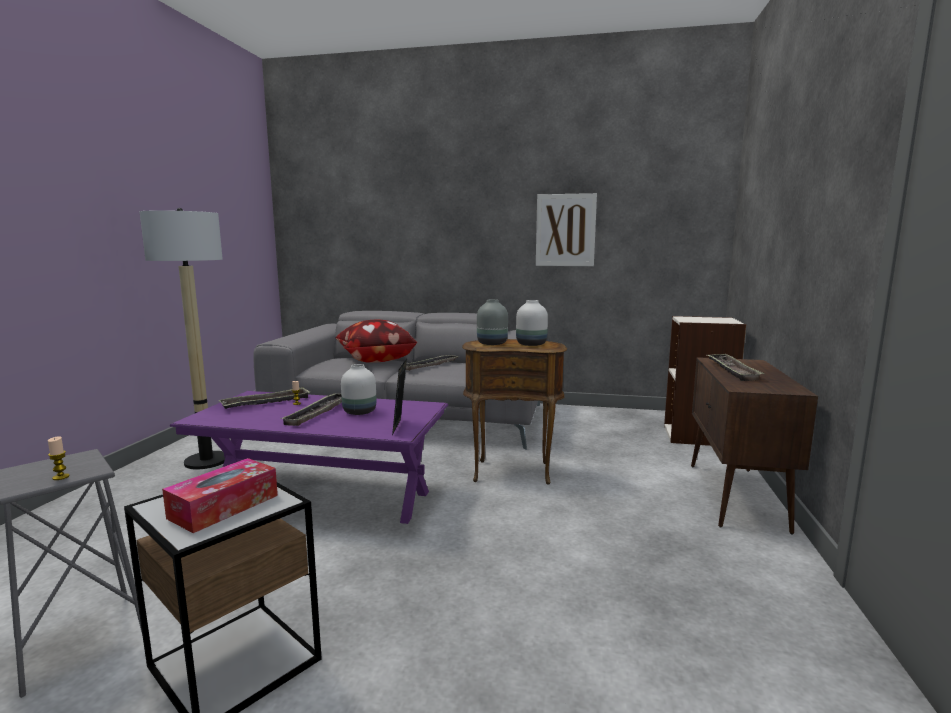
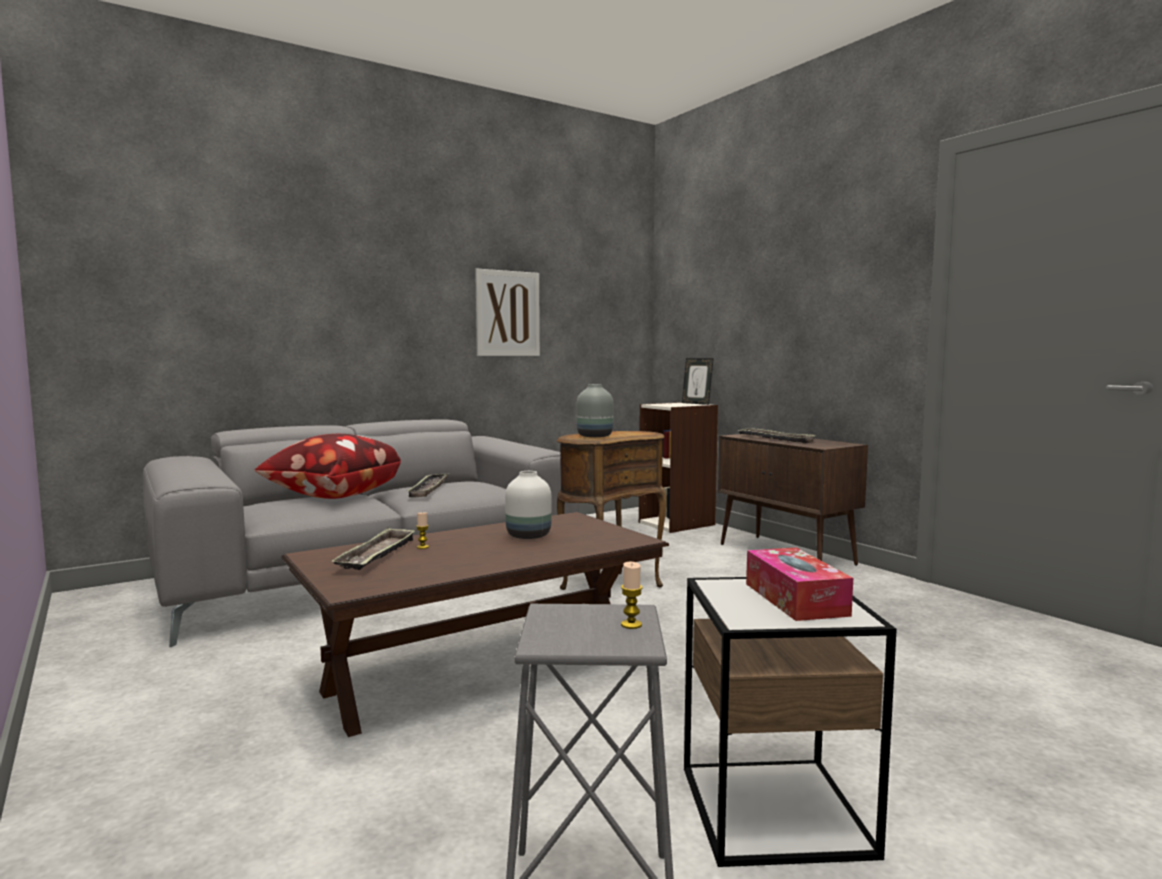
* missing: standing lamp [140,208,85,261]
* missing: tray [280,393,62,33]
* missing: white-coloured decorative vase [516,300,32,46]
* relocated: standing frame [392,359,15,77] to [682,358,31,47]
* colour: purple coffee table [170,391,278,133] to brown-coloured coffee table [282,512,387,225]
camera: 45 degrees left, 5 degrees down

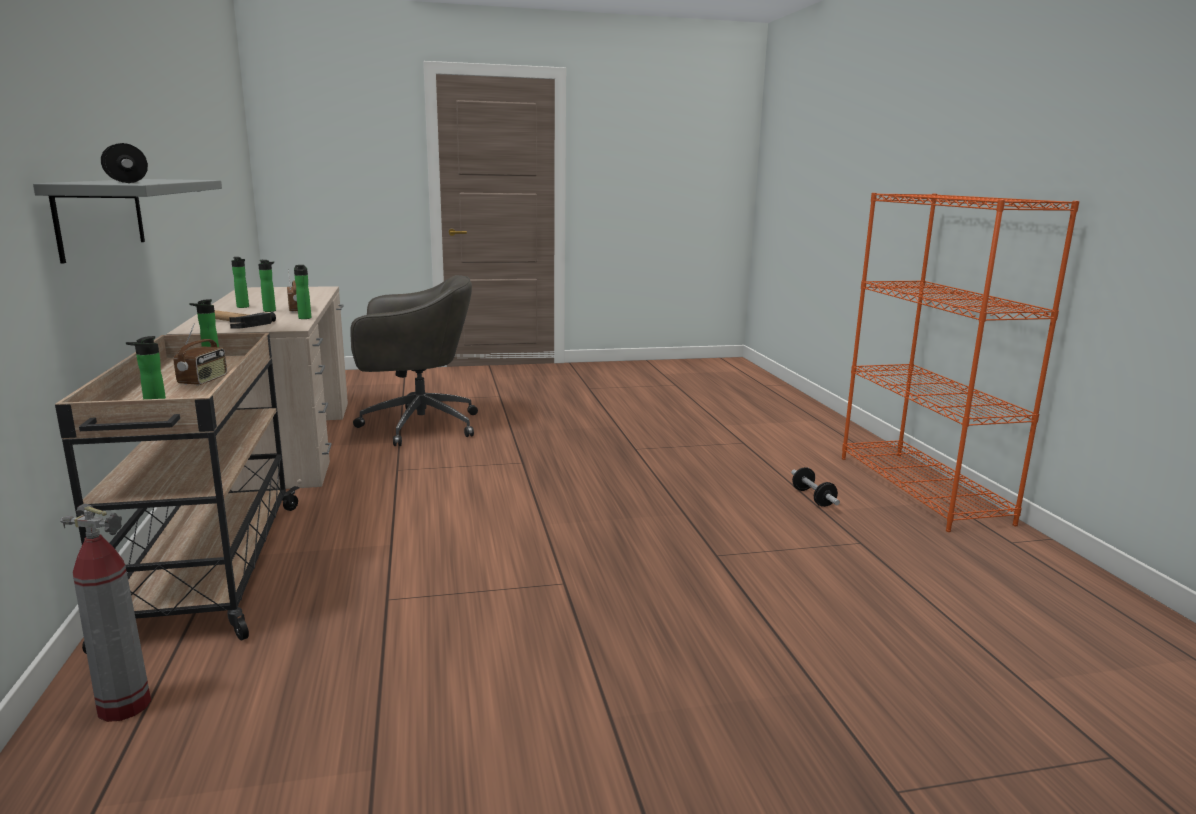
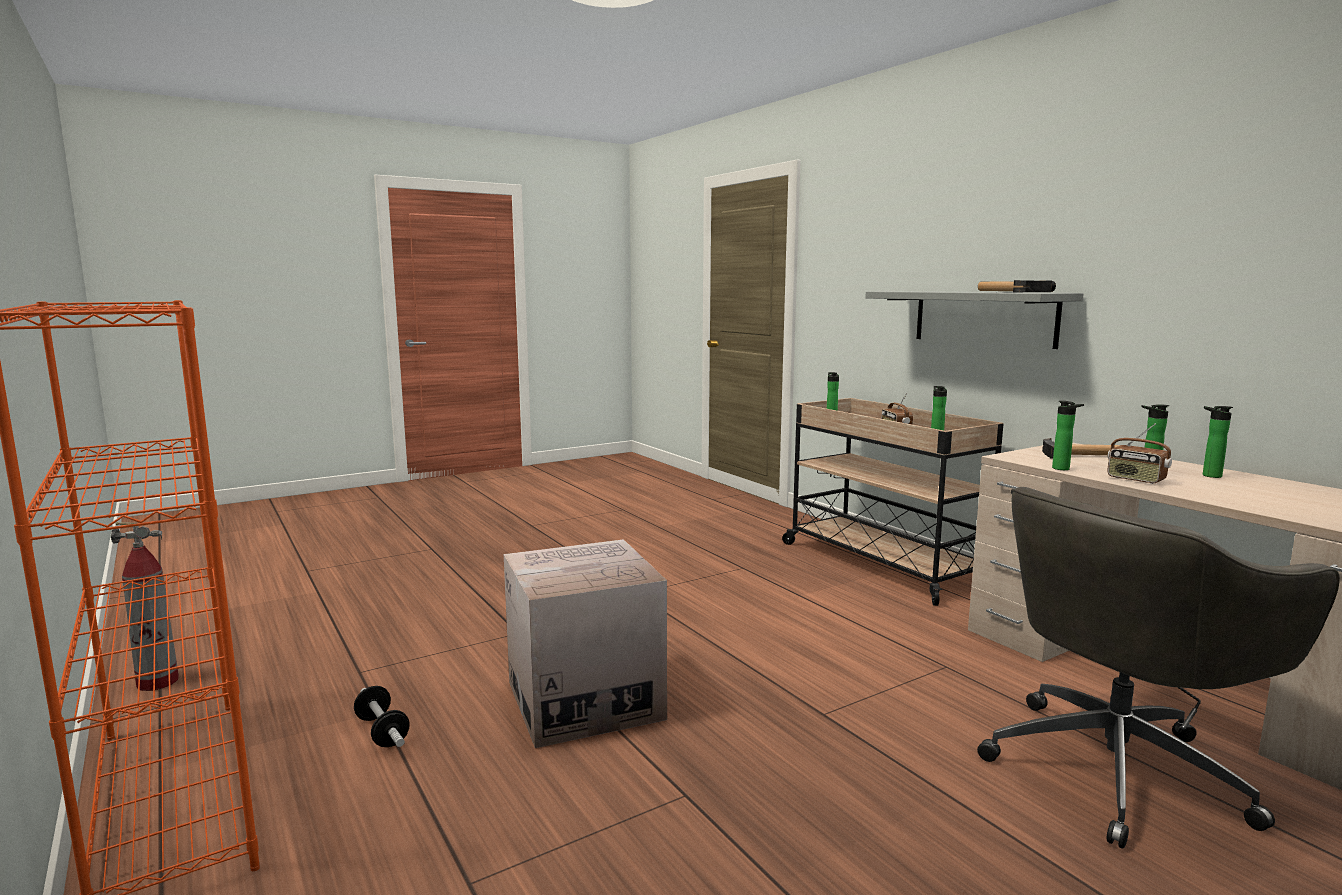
* missing: free weight [101,143,47,40]
* appeared: carton [504,539,163,209]
* appeared: hammer [978,280,78,13]
* relocated: extinguisher [60,503,91,219] to [111,522,68,169]
camera: 160 degrees right, 5 degrees down

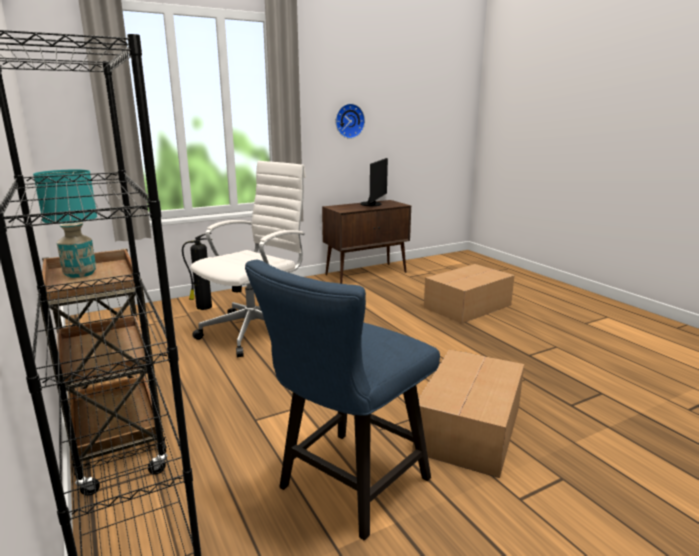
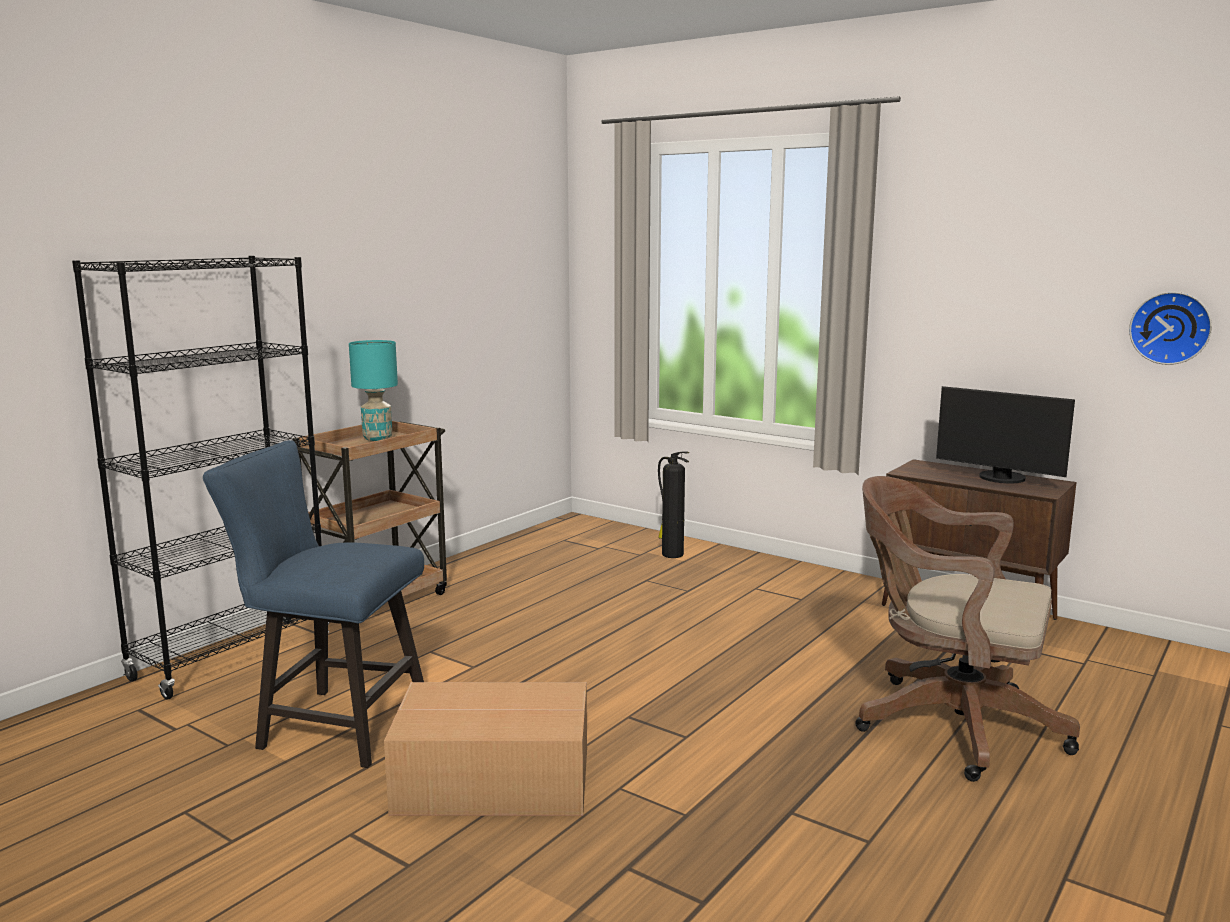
* missing: white-coloured desk chair [190,161,116,196]
* relocated: hanging clock [336,103,29,36] to [1129,292,83,73]
* exchanged: carton [424,264,91,59] to brown-coloured desk chair [855,476,225,306]
* spun: monitor [360,158,28,48] = [936,386,139,97] 45 degrees clockwise
camera: 65 degrees right, 5 degrees down

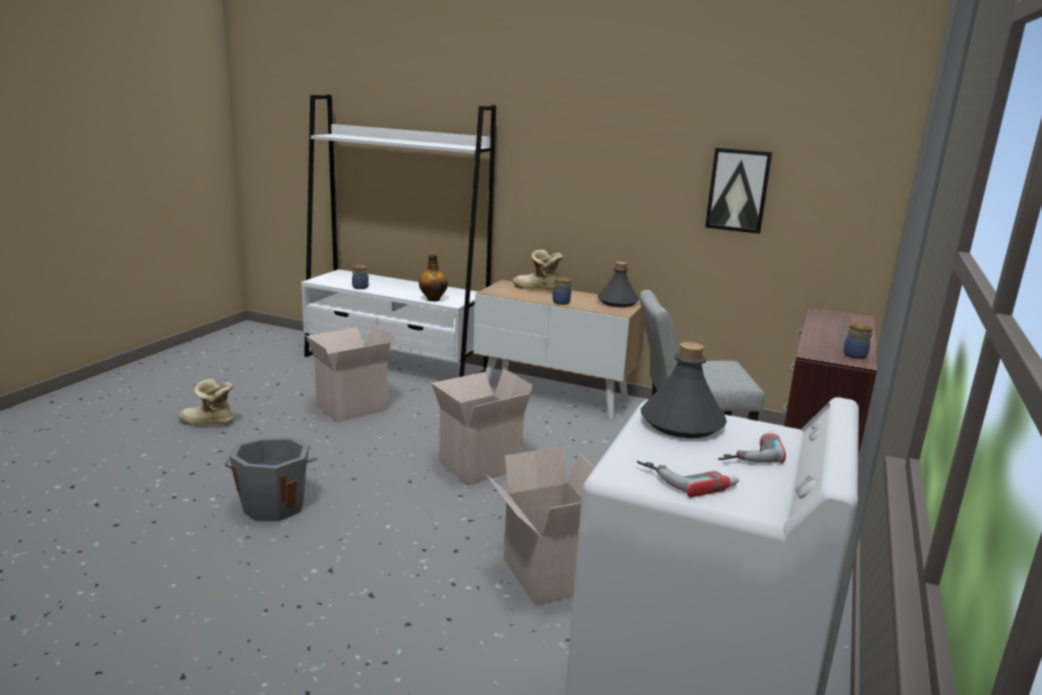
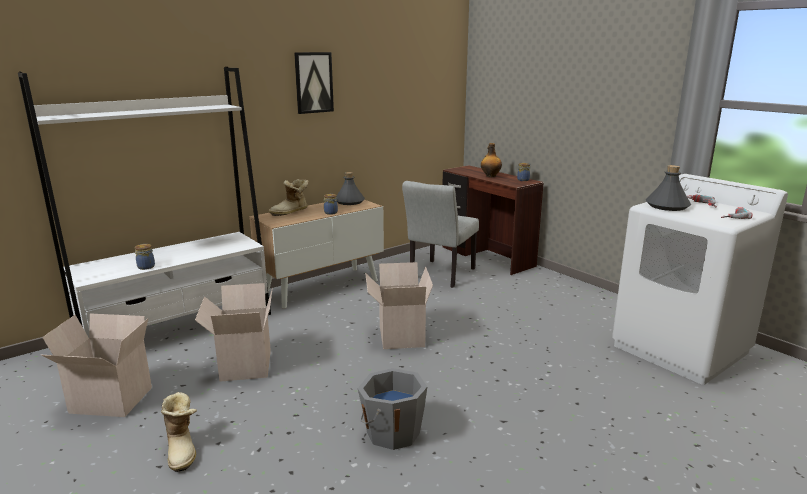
* relocated: drink bottle [419,253,29,48] to [481,143,21,35]
* relocated: carton [487,446,108,160] to [41,313,111,104]
* relocated: picture [705,148,67,86] to [294,52,40,62]
* spun: high-top boot [178,379,56,46] = [161,392,36,80] 60 degrees counterclockwise
camera: 60 degrees left, 0 degrees up

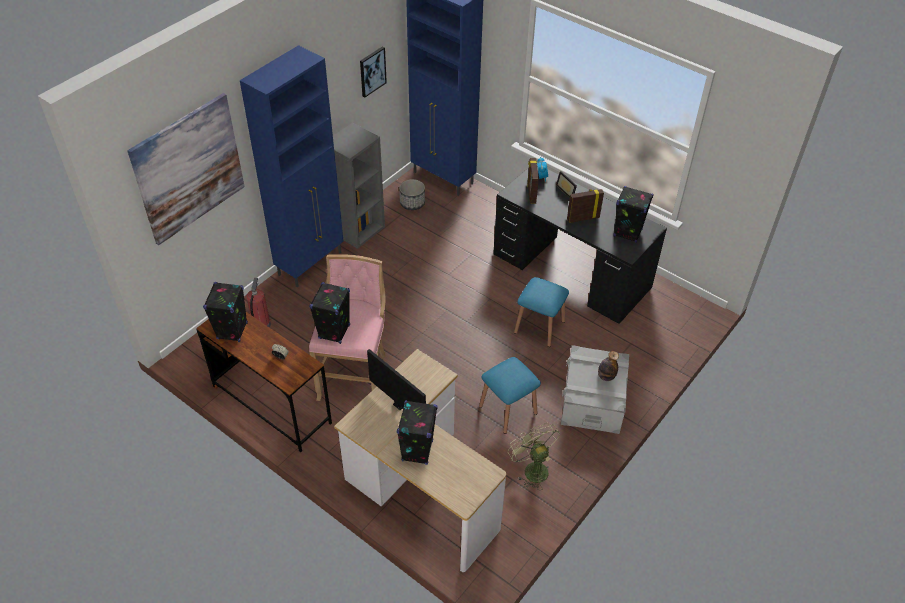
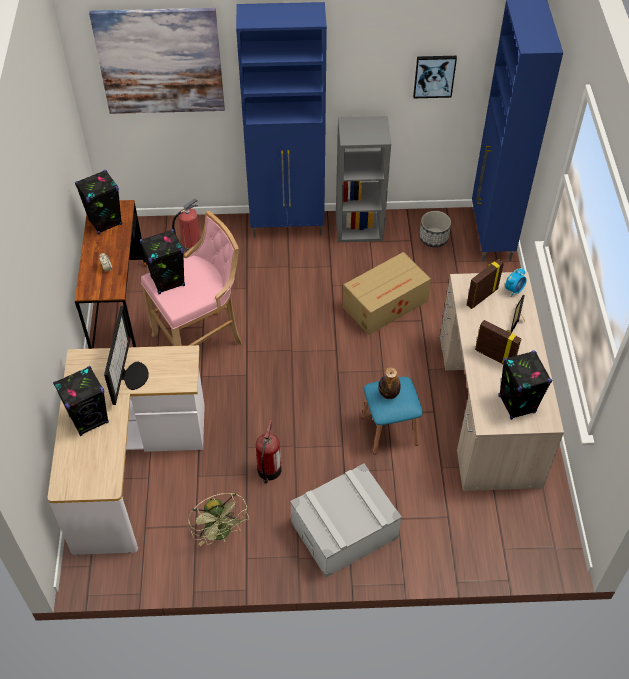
* appeared: carton [343,252,88,83]
* relocated: drink bottle [598,351,21,30] to [378,367,23,32]
* exchanged: bluish stool [479,357,62,77] to extinguisher [256,420,26,64]
* colour: black desk unit [493,166,174,158] to sand-coloured desk unit [440,272,124,219]
* spun: greenish cooling fan [508,423,52,67] = [188,493,61,53] 135 degrees clockwise
camera: 50 degrees right, 5 degrees up

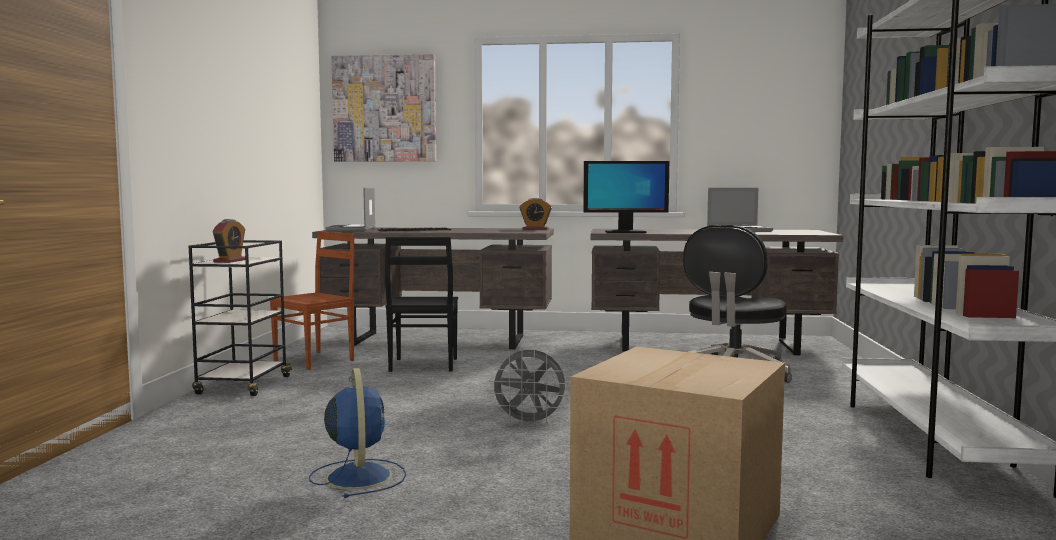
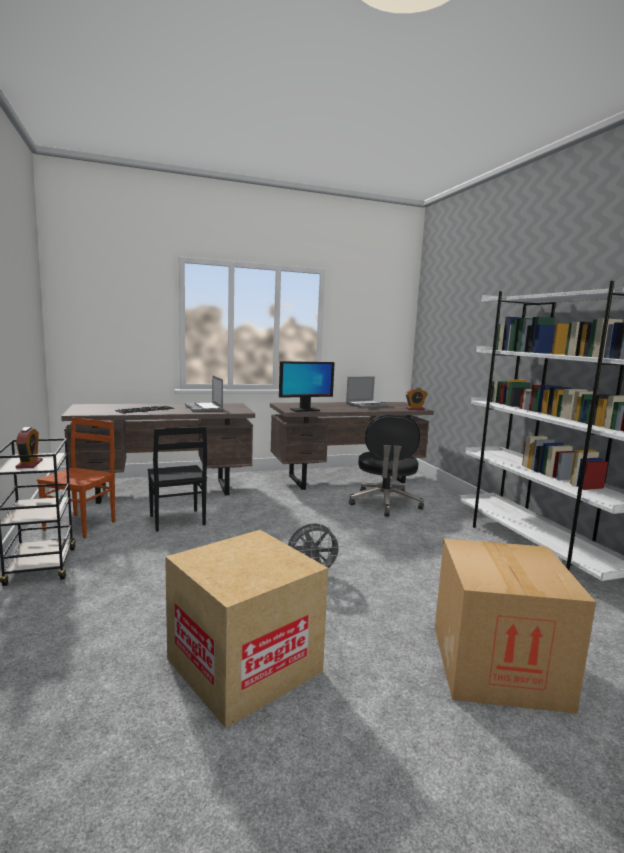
* missing: picture [331,54,105,108]
* relocated: notebook computer [325,188,50,43] to [185,375,38,37]
* relocated: table clock [520,198,32,32] to [406,387,21,23]
* exchanged: bluish cooling fan [309,368,97,130] to carton [165,530,163,198]
camera: 25 degrees left, 5 degrees up

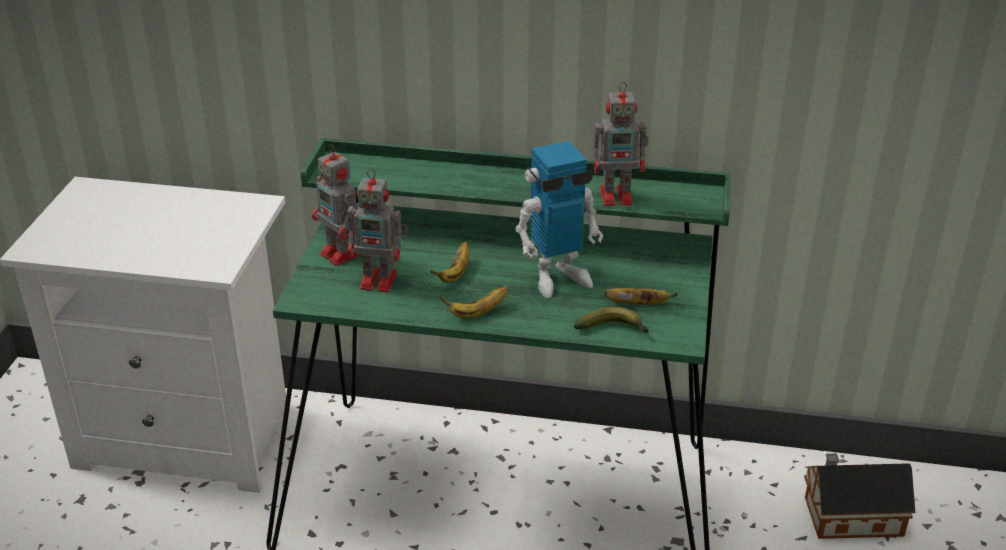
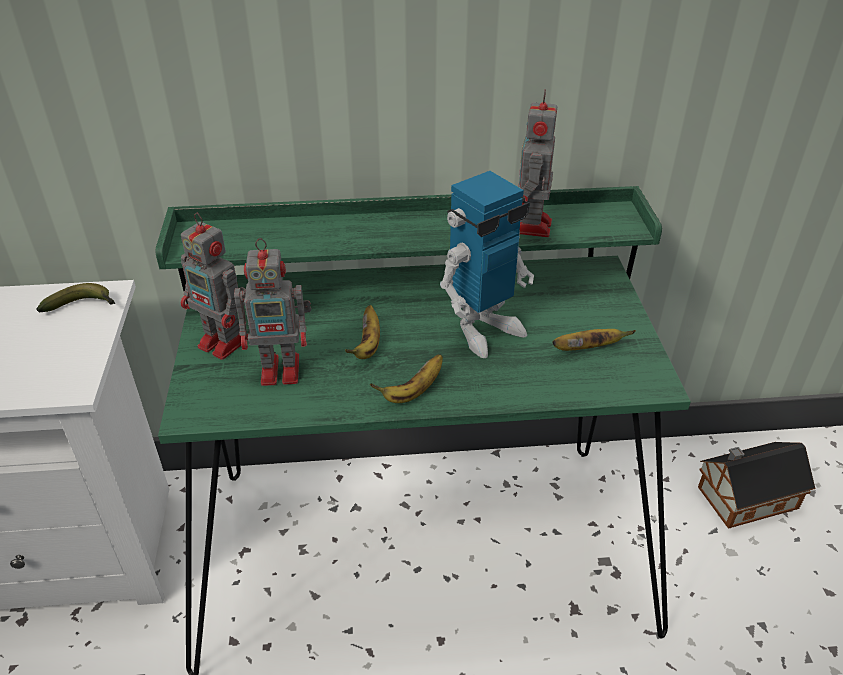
* relocated: whole banana [574,307,75,26] to [36,283,79,29]
* spun: model robot [593,81,55,125] = [518,89,39,148] 120 degrees clockwise
camera: 15 degrees left, 5 degrees up

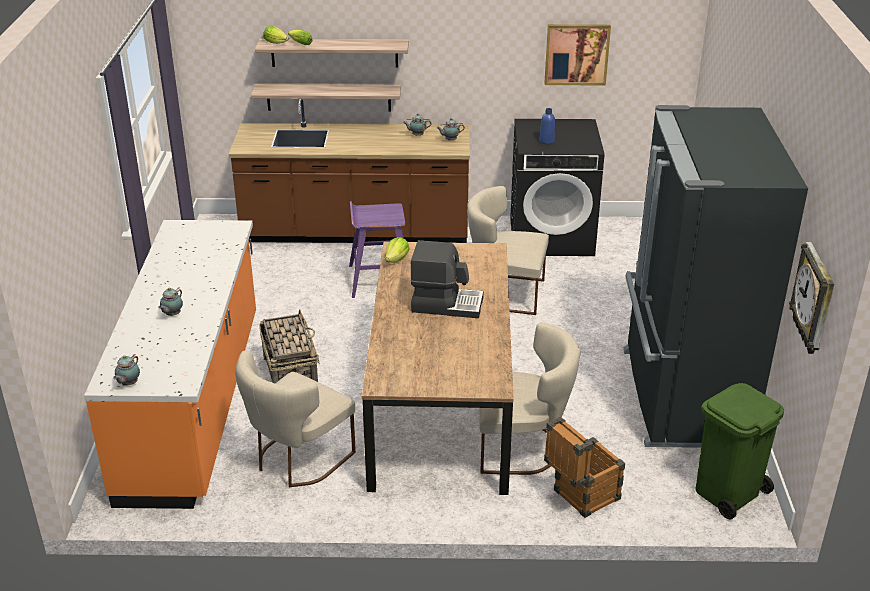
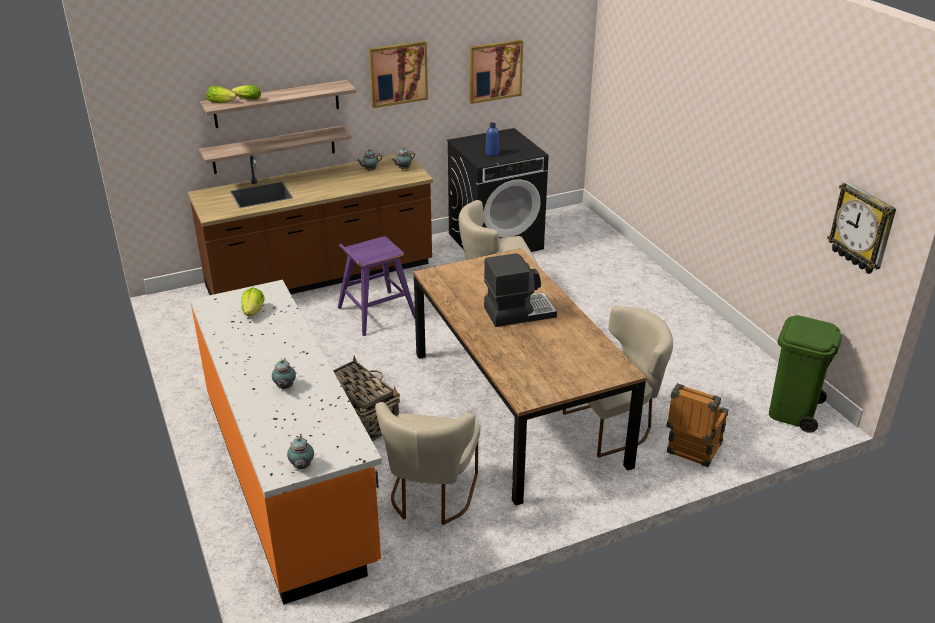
* missing: black fridge [623,105,185,343]
* appeared: picture [369,41,59,67]
* relocated: head of lettuce [385,237,25,26] to [241,288,24,28]
camera: 25 degrees left, 0 degrees up

